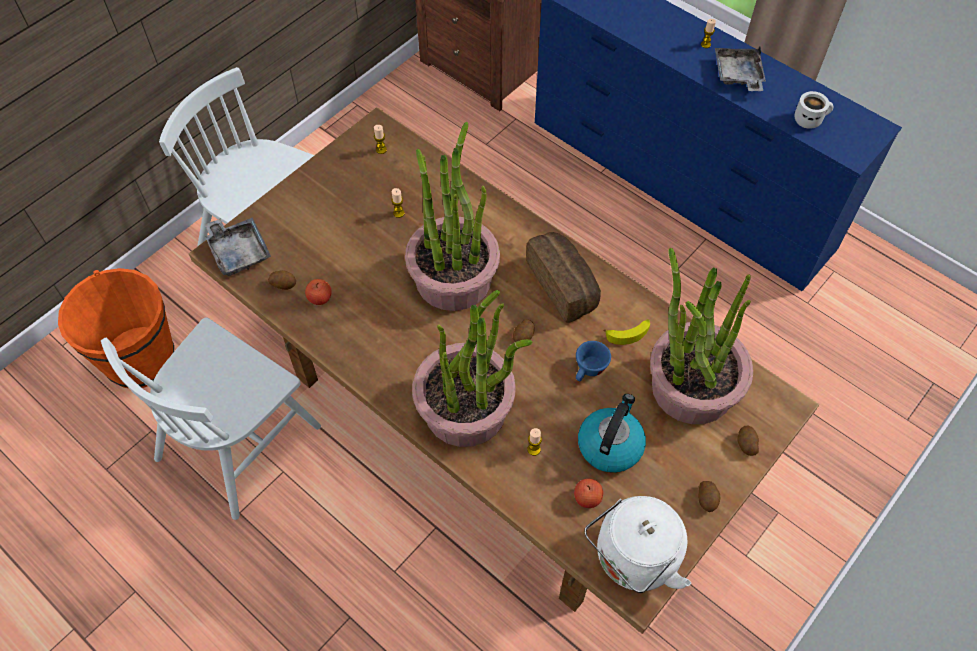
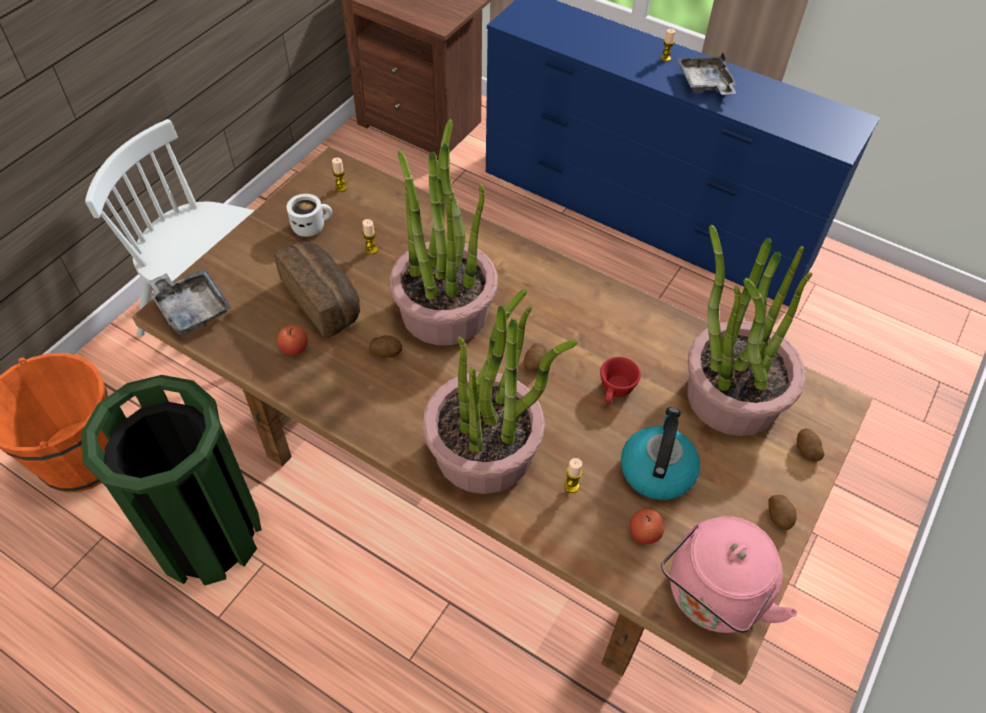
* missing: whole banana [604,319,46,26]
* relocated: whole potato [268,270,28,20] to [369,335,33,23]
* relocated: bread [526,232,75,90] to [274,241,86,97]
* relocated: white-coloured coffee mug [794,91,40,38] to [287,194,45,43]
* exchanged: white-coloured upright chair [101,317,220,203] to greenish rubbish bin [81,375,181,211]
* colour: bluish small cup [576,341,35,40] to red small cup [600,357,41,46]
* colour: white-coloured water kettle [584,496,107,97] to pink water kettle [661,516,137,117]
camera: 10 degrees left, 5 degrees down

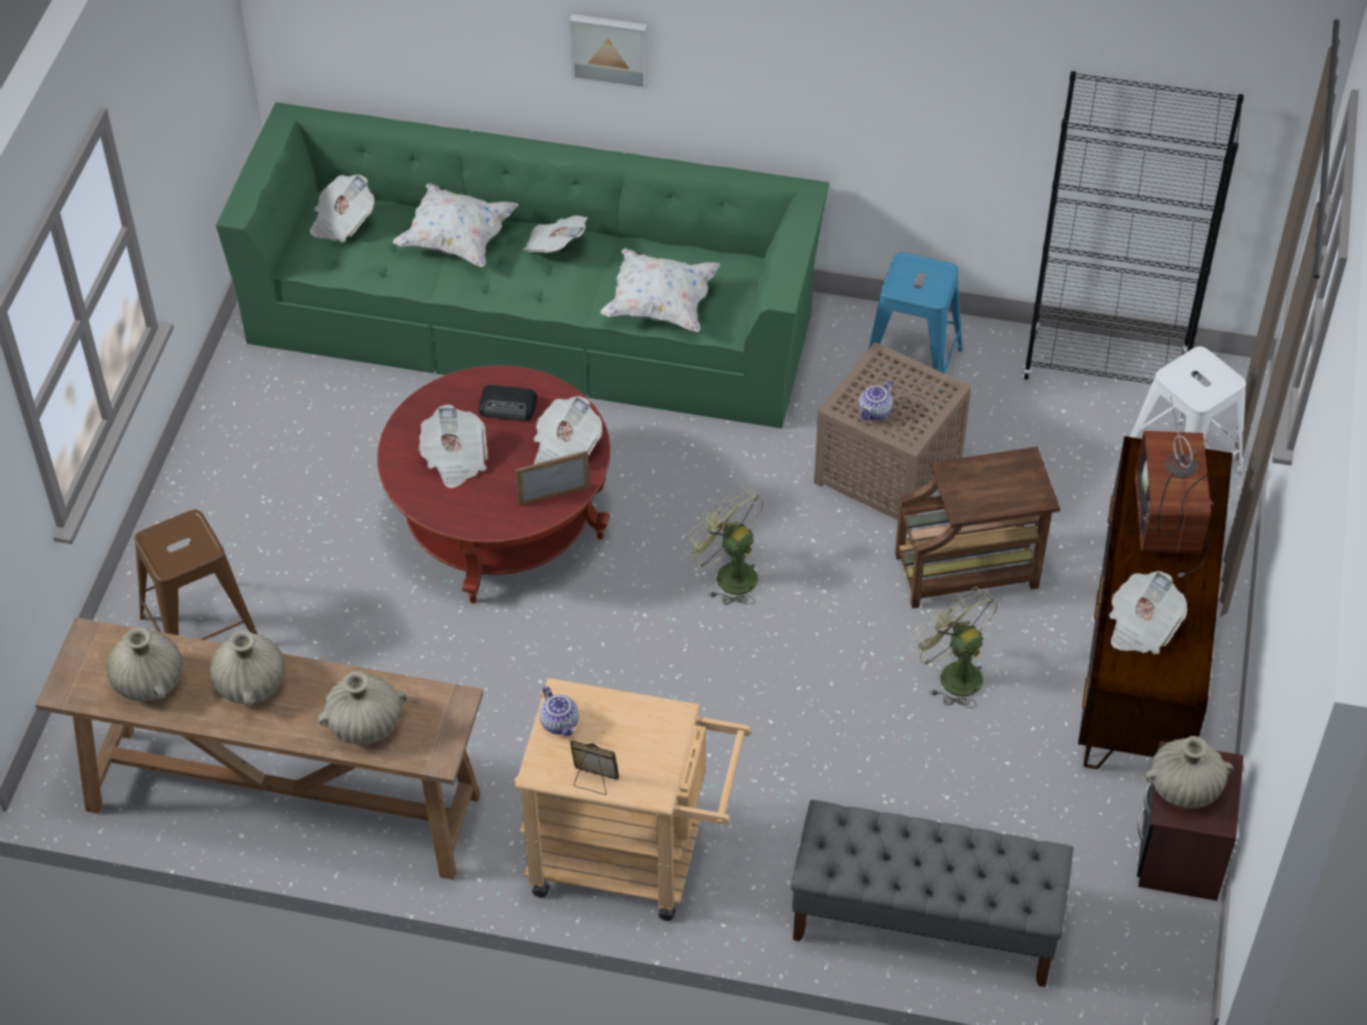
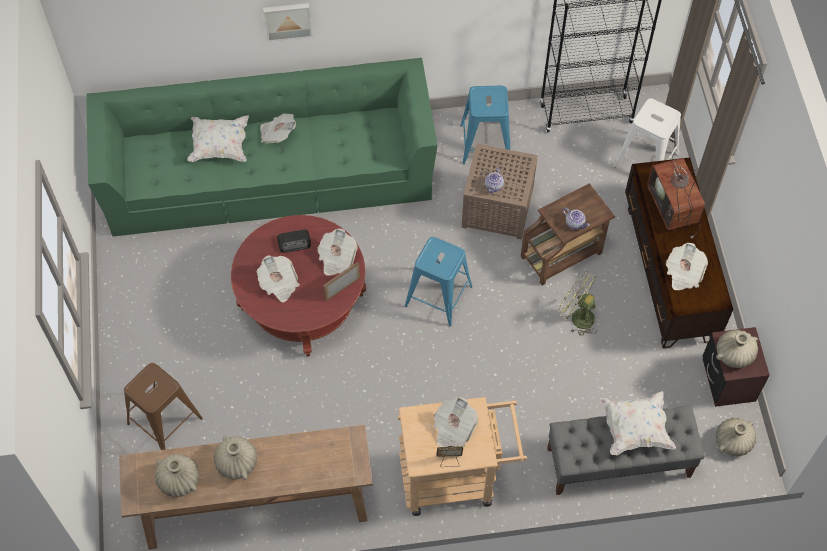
* relocated: printed paper [310,175,65,68] to [434,397,44,50]
* relocated: sand-coloured decorative vase [318,671,89,74] to [716,418,40,38]
* relocated: tea pot [539,686,40,51] to [563,207,27,23]
* relocated: white-coloured throw pillow [600,248,120,84] to [600,391,76,64]
* exchanged: greenish cooling fan [684,486,80,119] to bluish stool [405,237,68,89]
camera: 20 degrees left, 10 degrees up

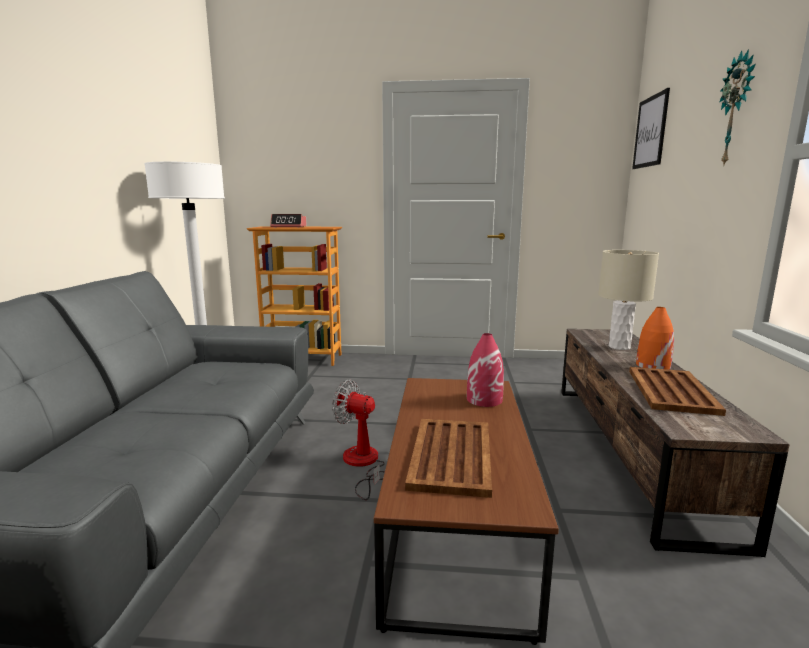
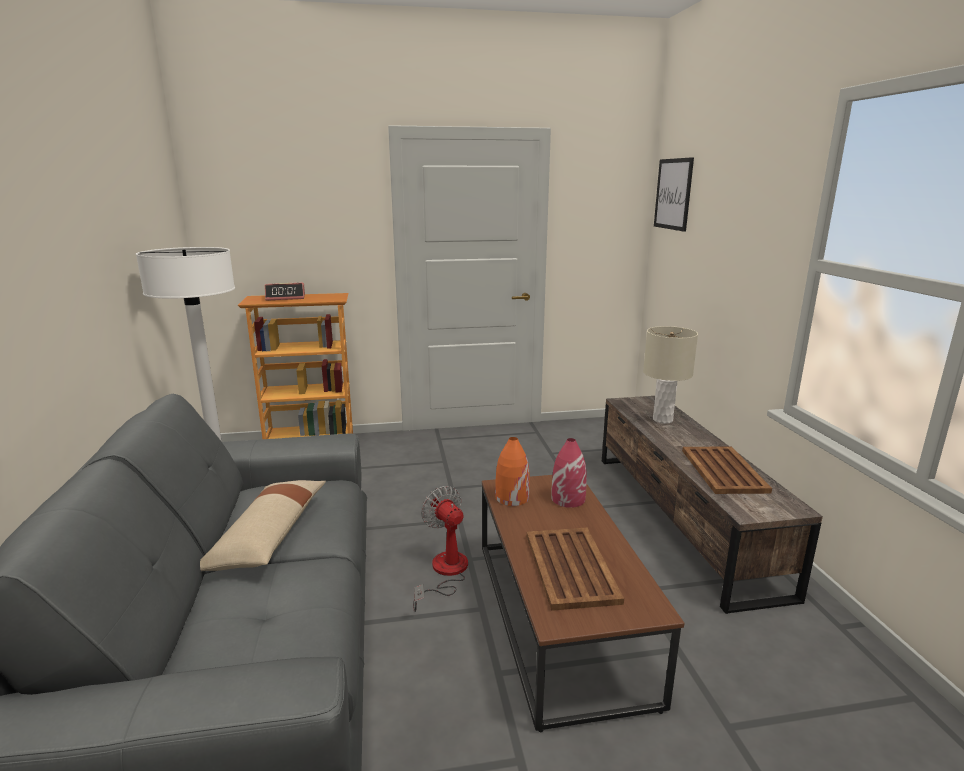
* missing: hanging clock [720,49,36,118]
* appeared: sand-coloured throw pillow [200,480,126,91]
* relocated: orange decorative vase [636,307,38,63] to [495,437,35,69]
* spun: cooling fan [332,380,53,120] = [413,486,55,126] 45 degrees clockwise
camera: 15 degrees left, 5 degrees up

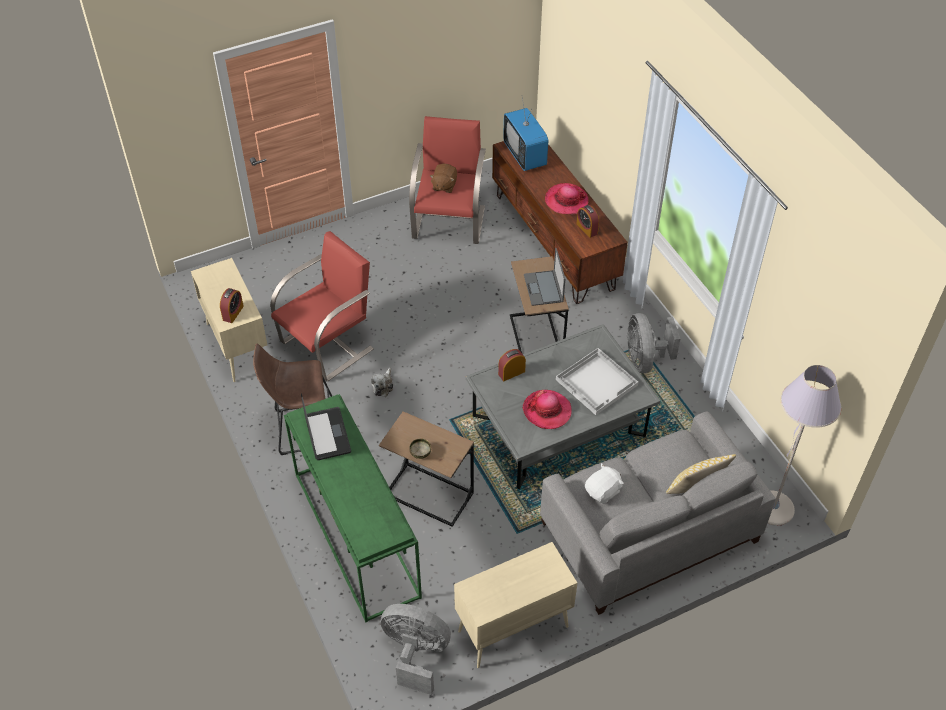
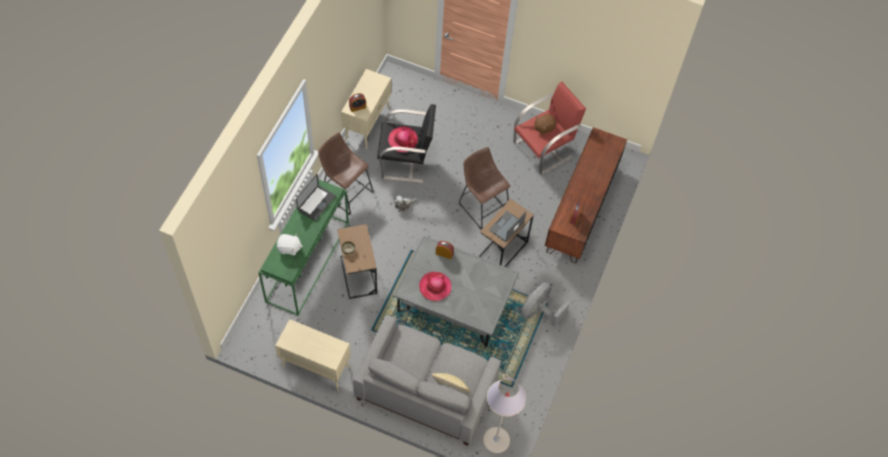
* missing: grey cooling fan [381,604,70,91]
* missing: TV set [503,97,45,74]
* missing: white-coloured tray [556,348,82,67]
* appeared: brown-coloured stool [459,147,51,83]
* relocated: wearable hat [545,183,44,31] to [388,127,30,25]
* relocated: white-coloured cuddly toy [585,463,39,41] to [277,234,26,21]
* colour: red lounge chair [270,231,104,150] to black lounge chair [377,104,59,79]
camera: 45 degrees right, 10 degrees up

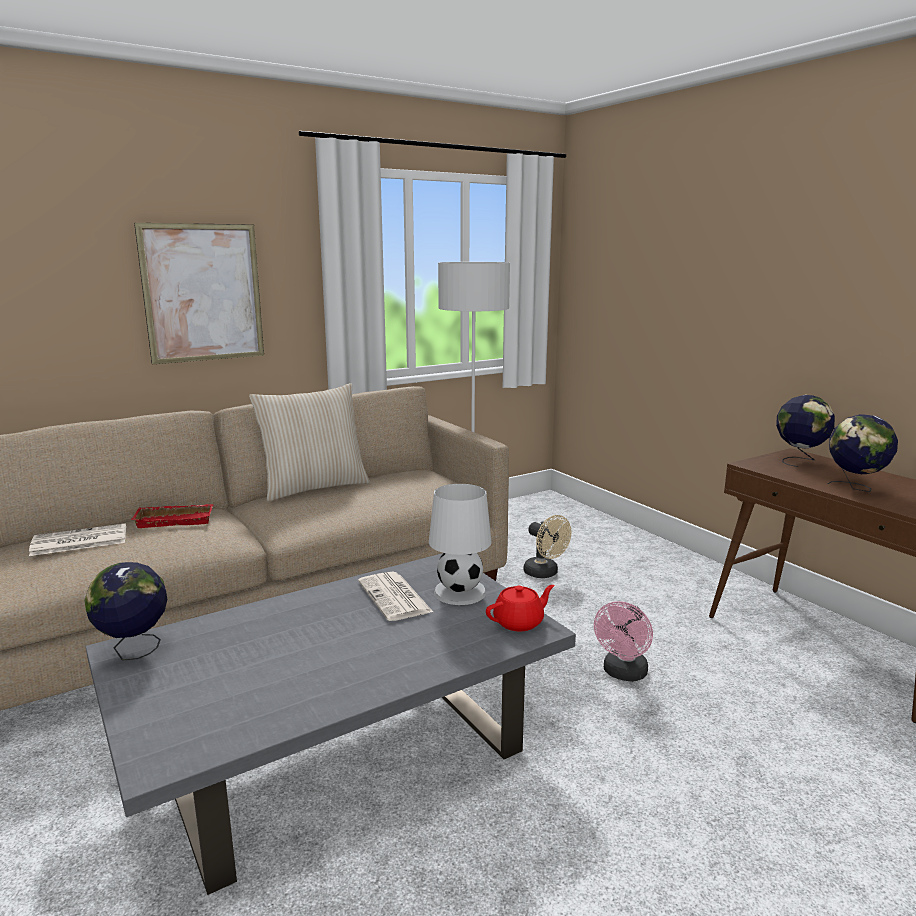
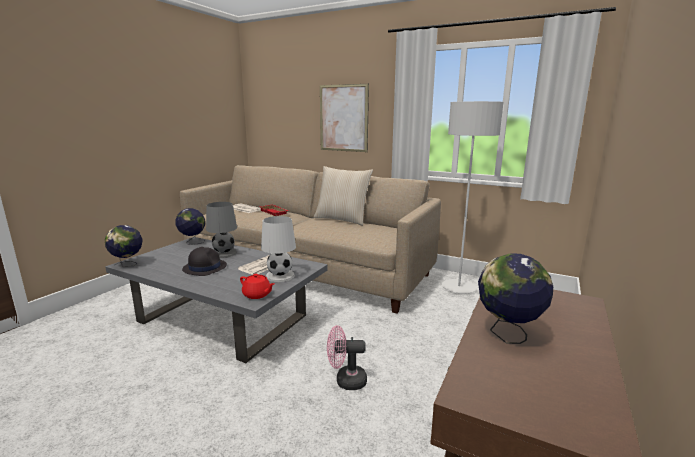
* missing: sand-coloured cooling fan [523,515,48,63]
* appeared: black wearable hat [182,247,45,29]
* appeared: grey tabletop lamp [206,202,31,56]
* relocated: globe [776,395,59,72] to [105,225,38,42]
camera: 60 degrees right, 0 degrees up

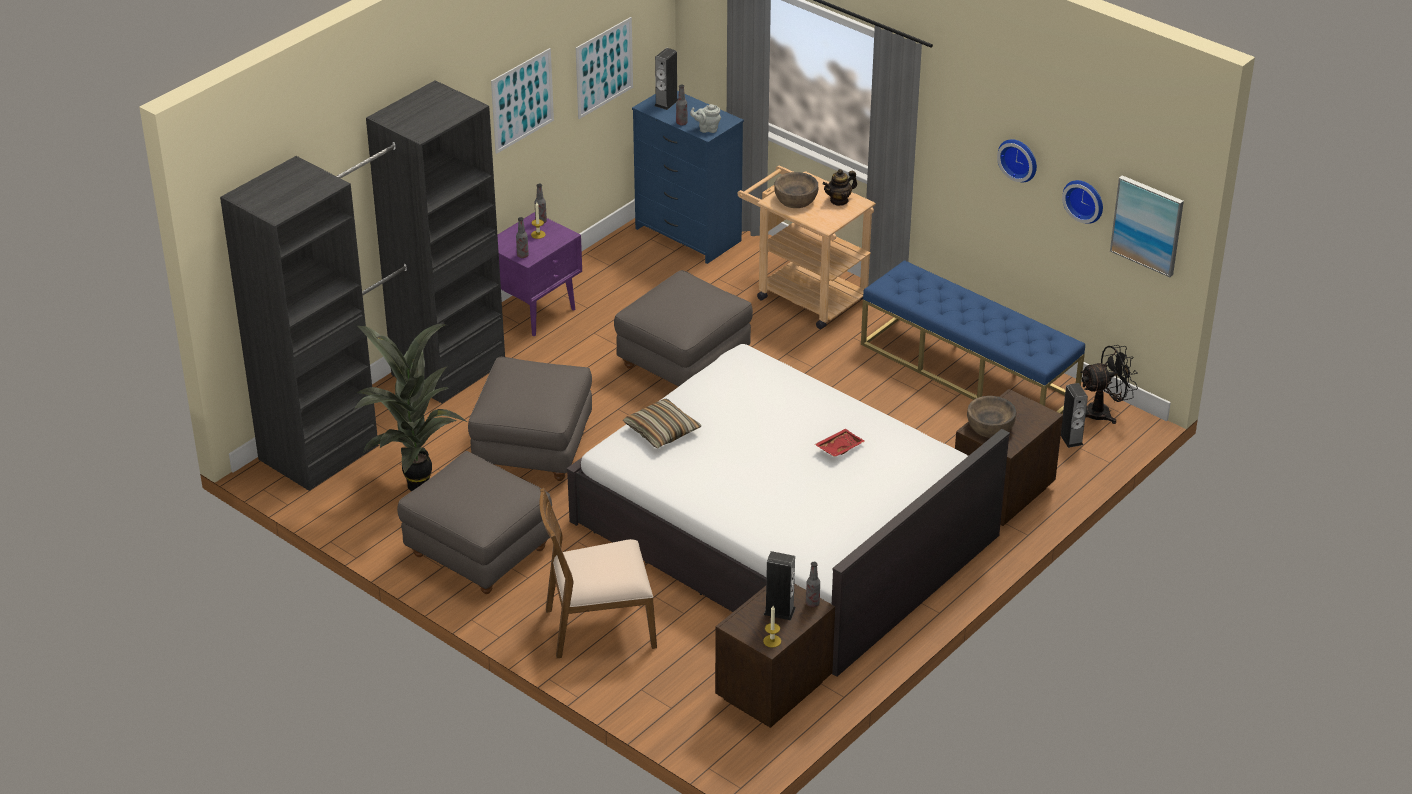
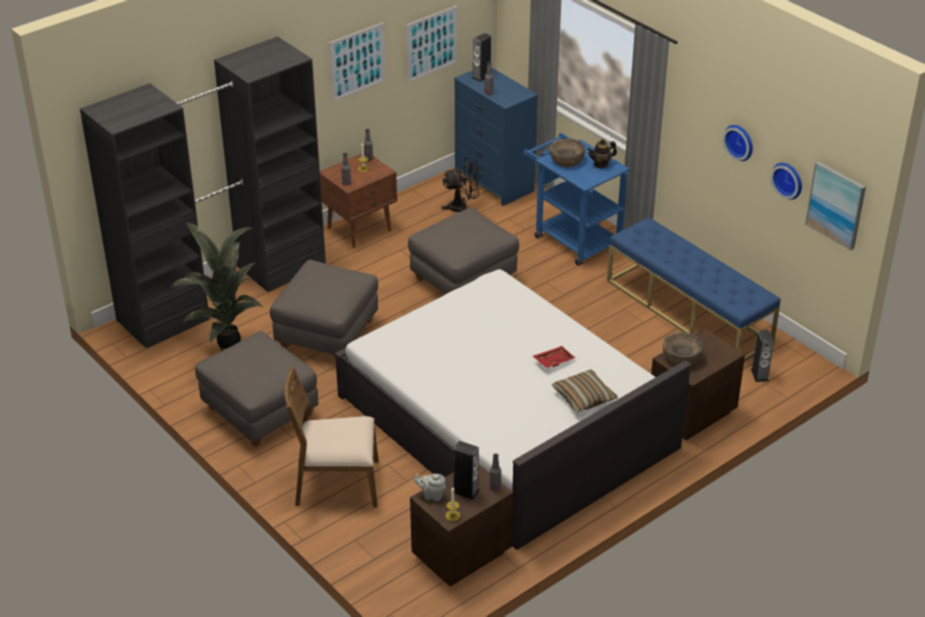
* relocated: throw pillow [623,398,78,51] to [552,370,66,43]
* relocated: grey tea pot [690,104,31,29] to [414,474,32,27]
* relocated: black cooling fan [1080,345,58,79] to [441,158,39,54]
* colour: purple bedside table [497,212,85,124] to brown-coloured bedside table [320,153,77,95]
* colour: sand-coloured wheeled cart [737,166,139,163] to bluish wheeled cart [523,133,107,133]
camera: 10 degrees right, 0 degrees up

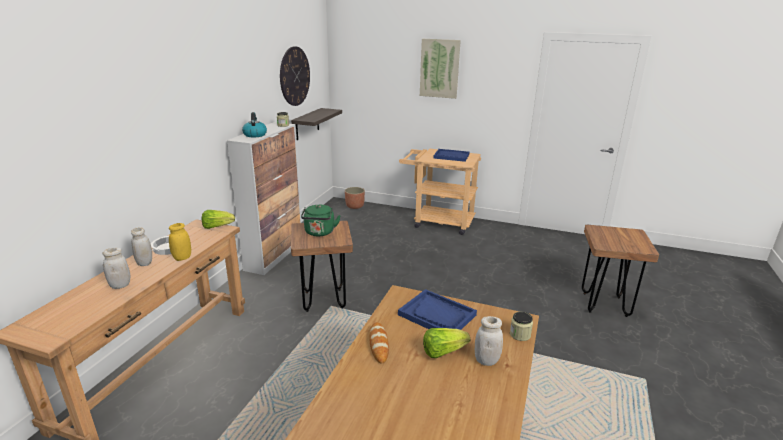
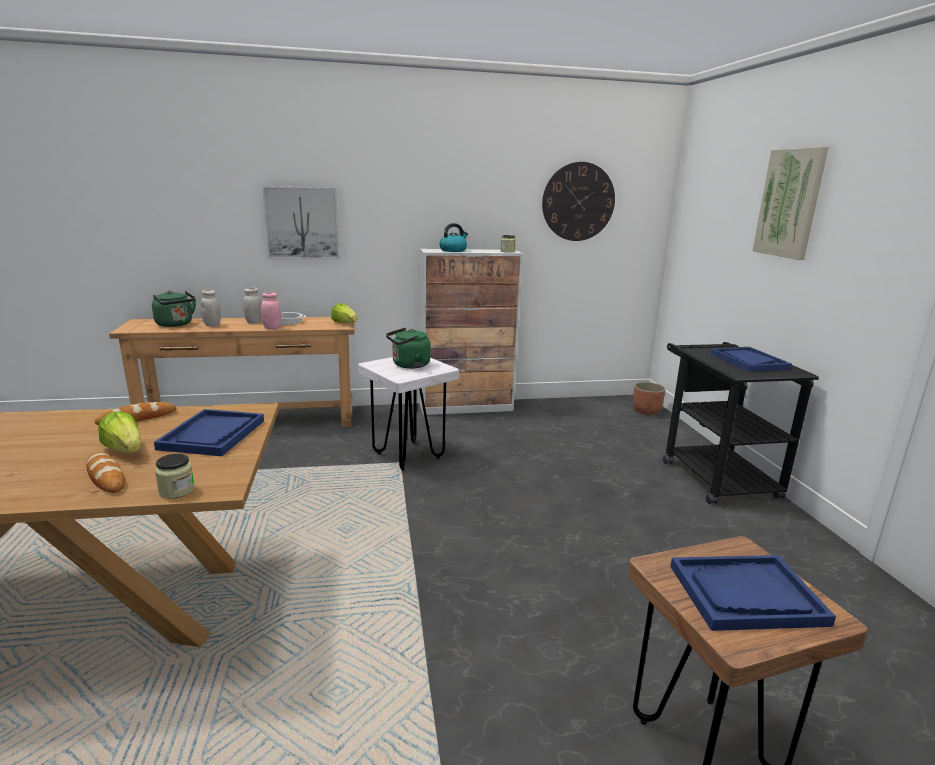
* missing: bracket shelf [291,108,51,32]
* appeared: greenish water kettle [152,290,44,37]
* appeared: picture [262,186,77,74]
* appeared: bluish tray [670,555,166,76]
* exchanged: white-coloured preserve jar [475,316,28,50] to bread [86,453,39,40]
* colour: yellow preserve jar [169,223,22,38] to pink preserve jar [261,292,20,37]
* colour: brown-coloured stool [291,221,62,91] to white-coloured stool [358,357,101,114]
* colour: sand-coloured wheeled cart [399,148,82,87] to black wheeled cart [663,342,156,162]
camera: 60 degrees right, 5 degrees down

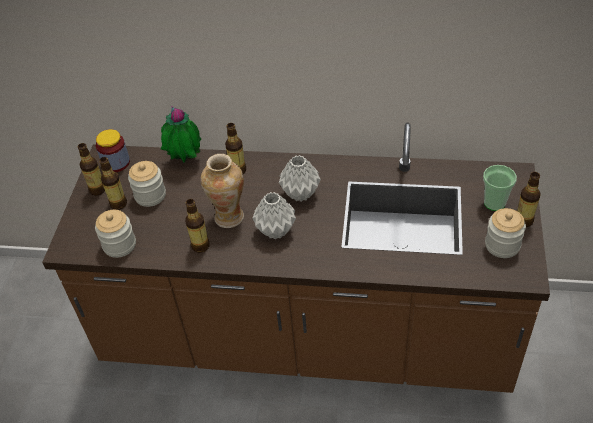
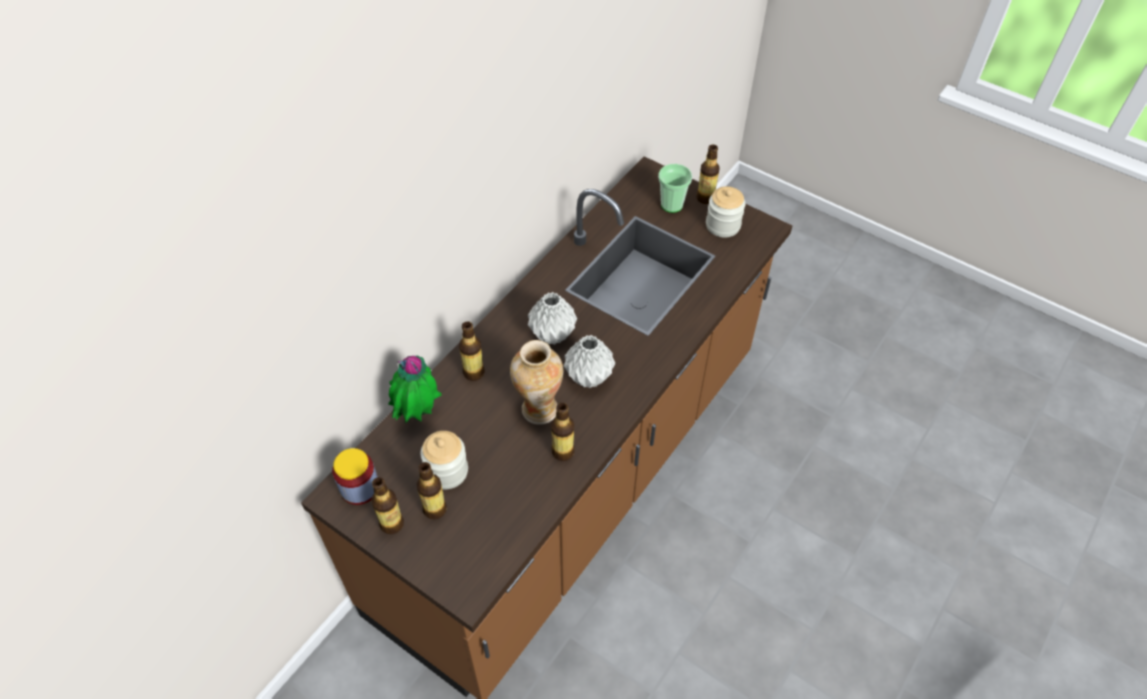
* missing: preserve jar [95,210,41,48]
camera: 65 degrees left, 5 degrees up

